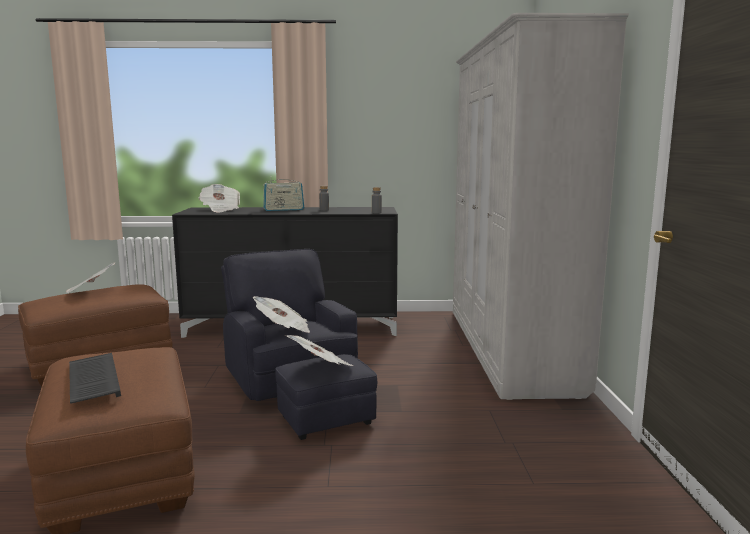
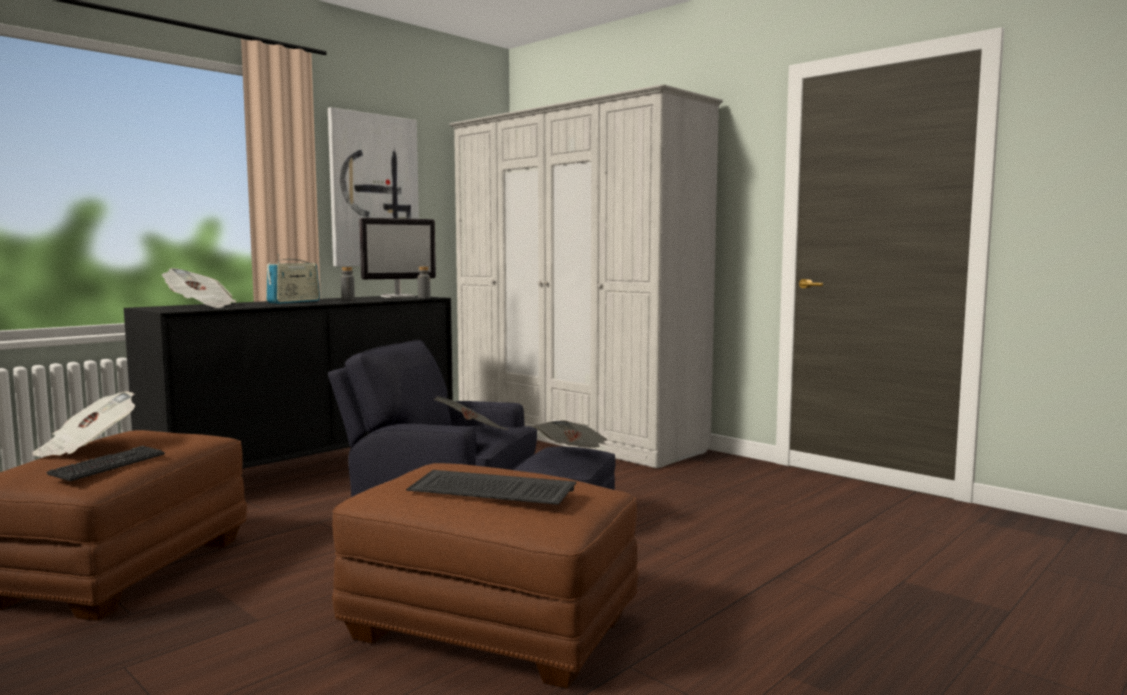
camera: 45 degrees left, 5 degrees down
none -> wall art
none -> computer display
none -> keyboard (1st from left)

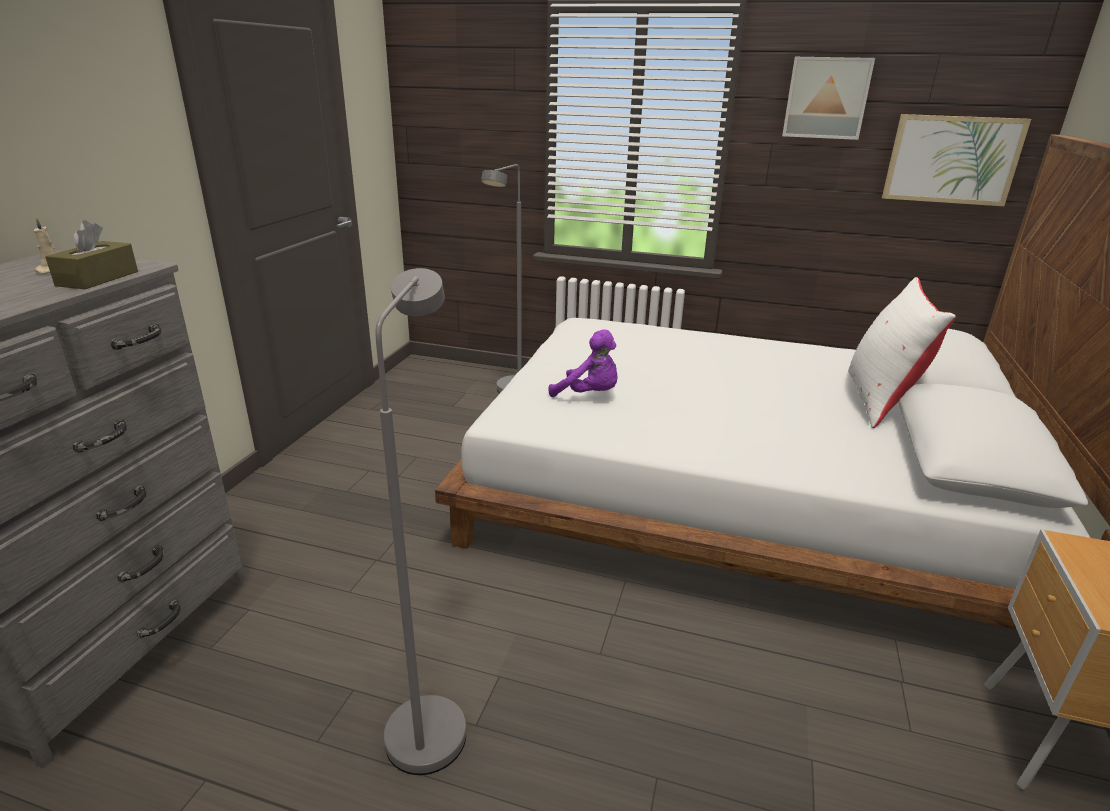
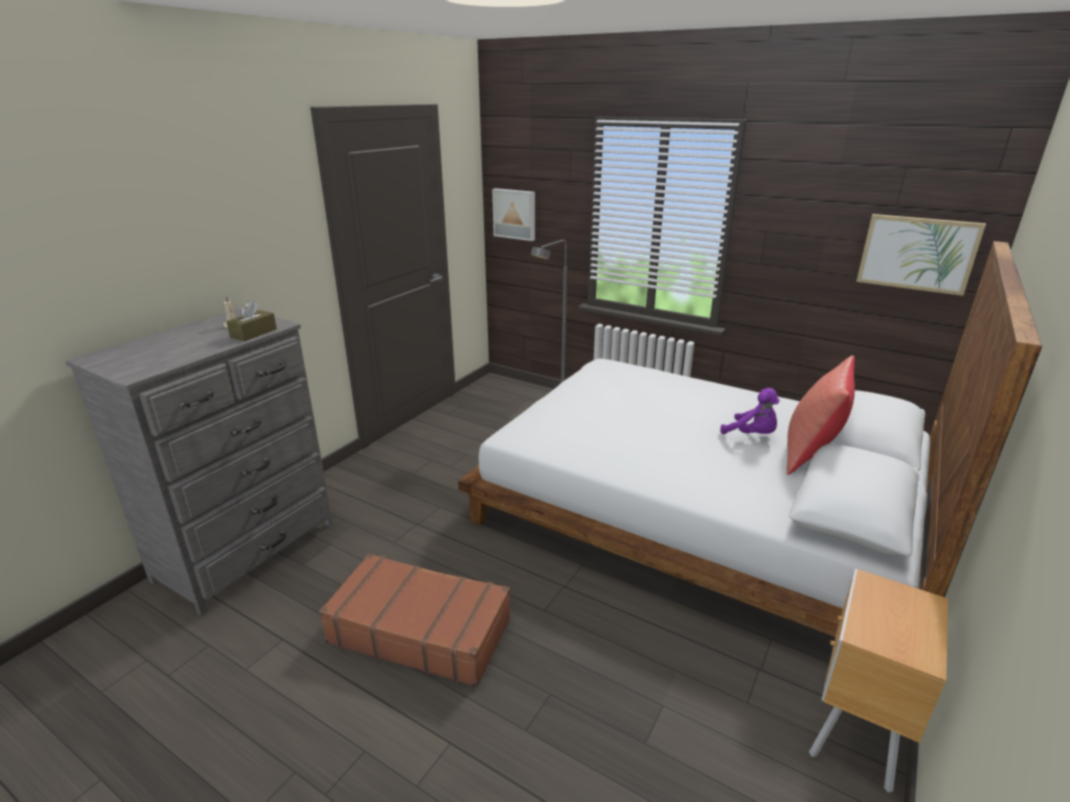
camera: 15 degrees right, 0 degrees up
wall art (1st from left), moved
greyish standing lamp (1st from left) -> brown piece of luggage
white pillow -> reddish pillow
purple cuddly toy, moved

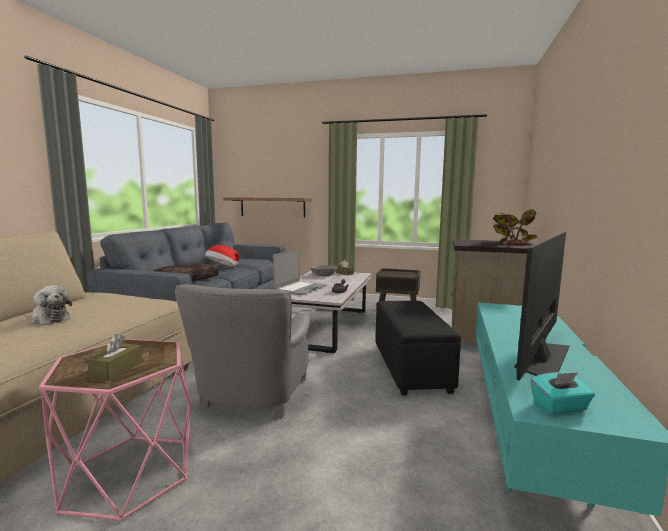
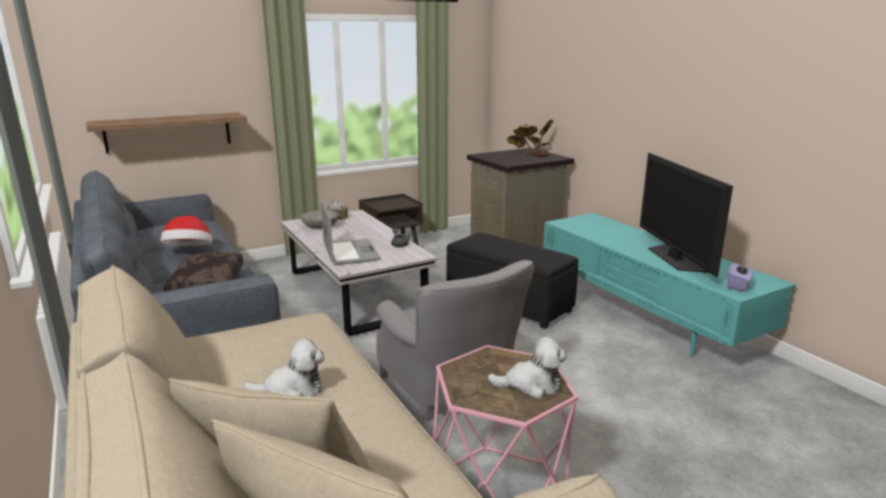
camera: 45 degrees left, 10 degrees up
brown tissue box (1st from left) -> cuddly toy (2nd from left)
turquoise tissue box -> purple tissue box

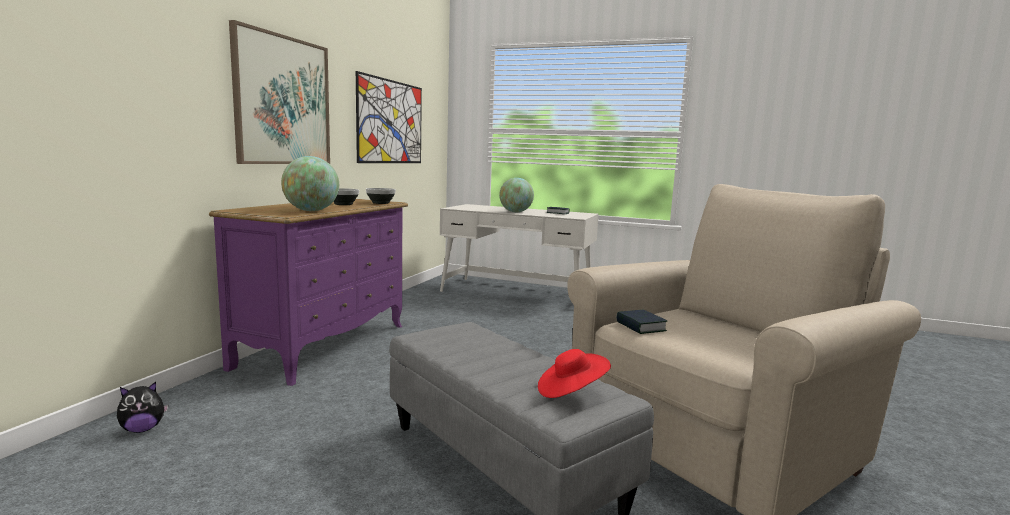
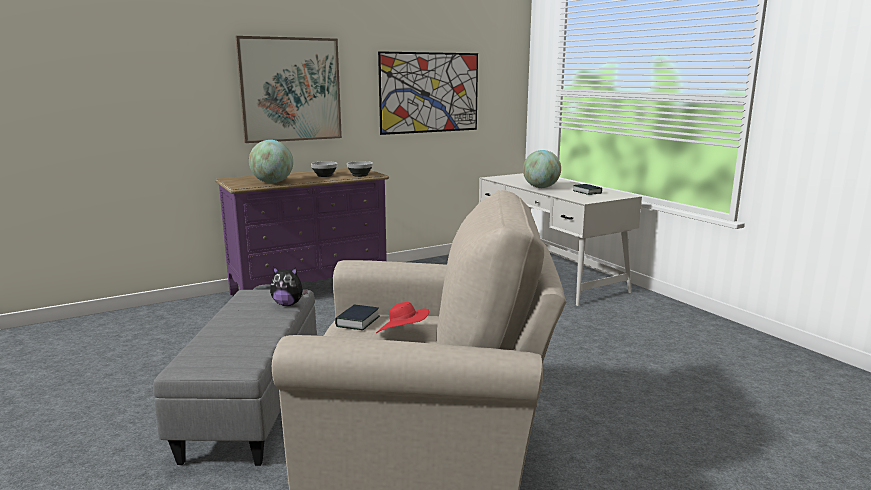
camera: 40 degrees right, 5 degrees up
reddish hat, moved
cuddly toy, moved

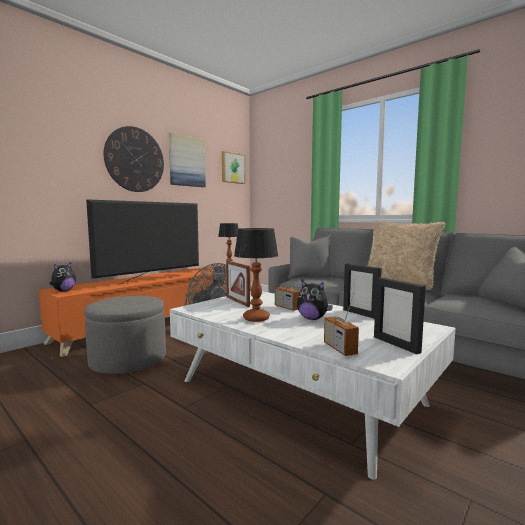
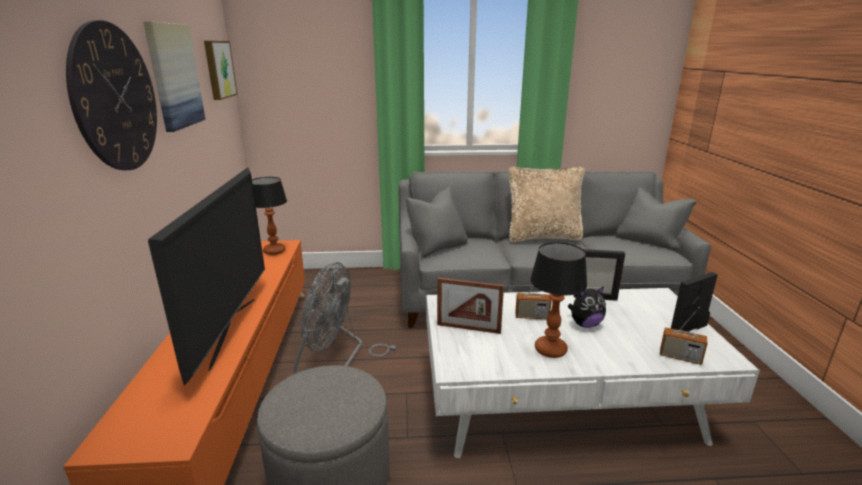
camera: 45 degrees left, 15 degrees up
cuddly toy (1st from left) -> none
standing frame (3rd from left), 135 degrees clockwise

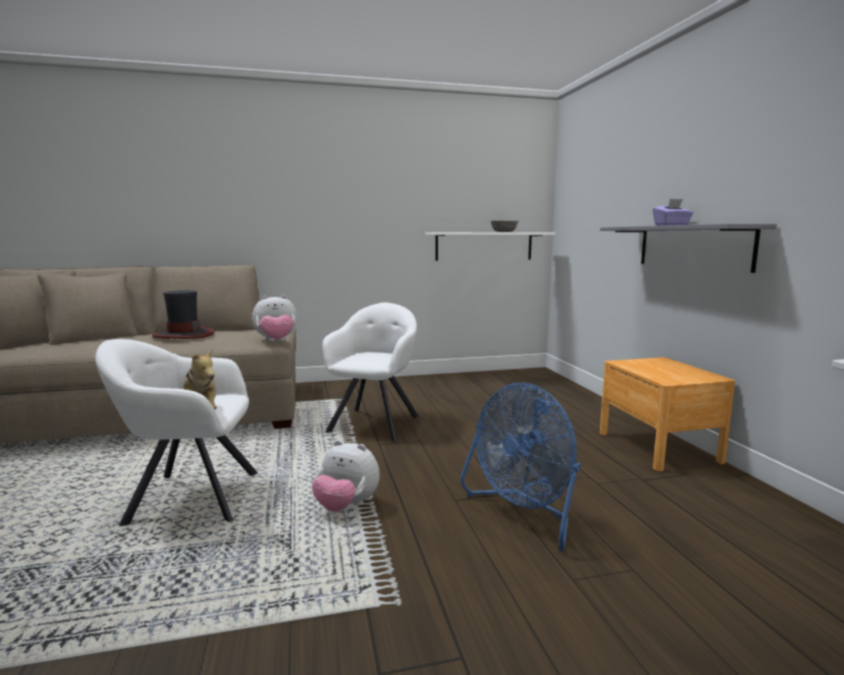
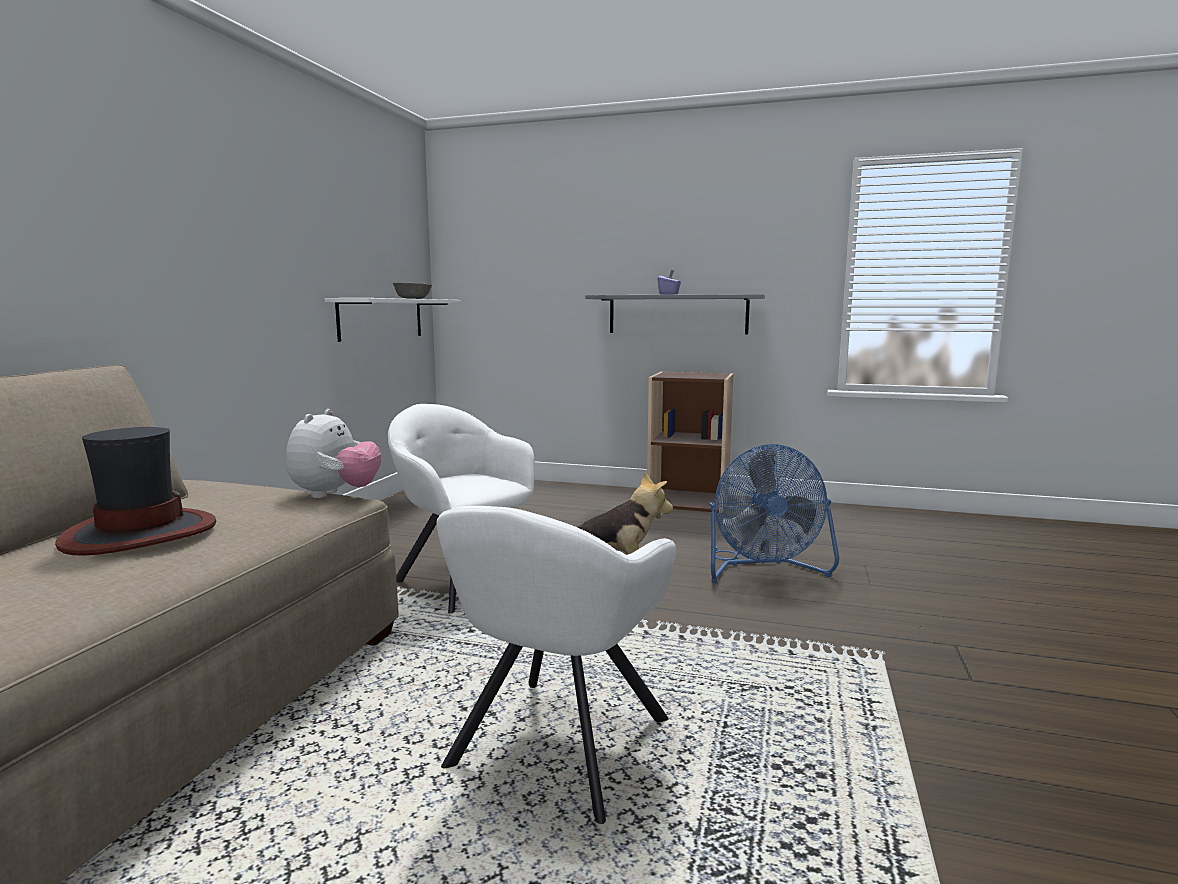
camera: 60 degrees left, 0 degrees up
brown bedside table -> brown shelving unit
cuddly toy (3rd from left) -> none

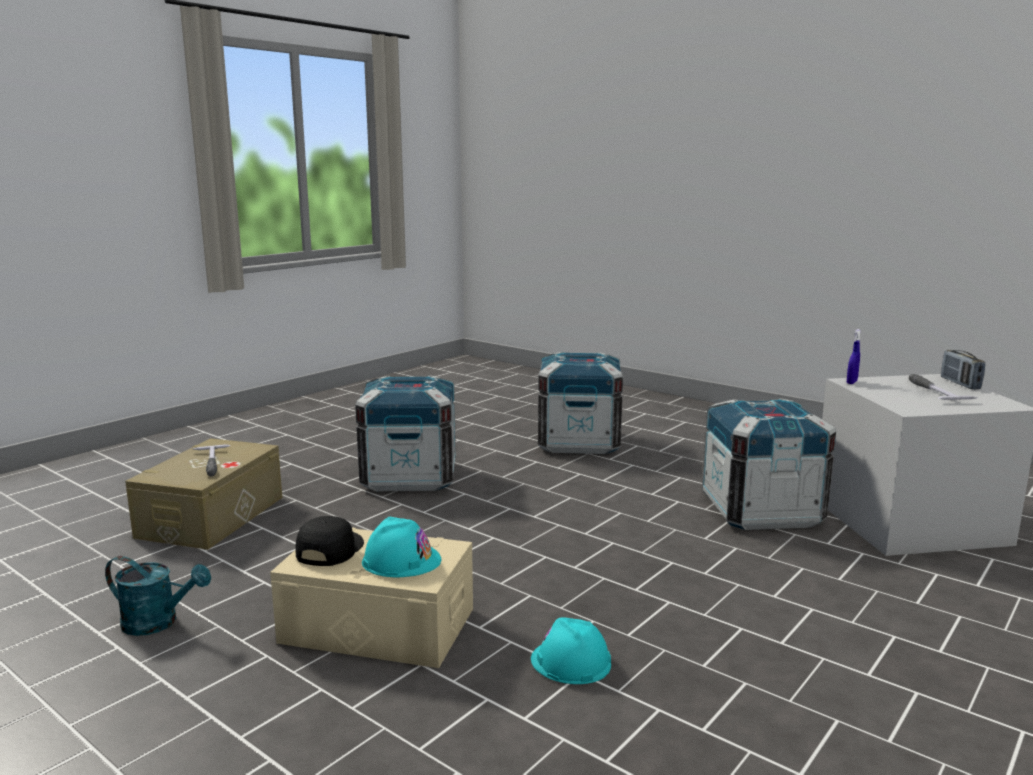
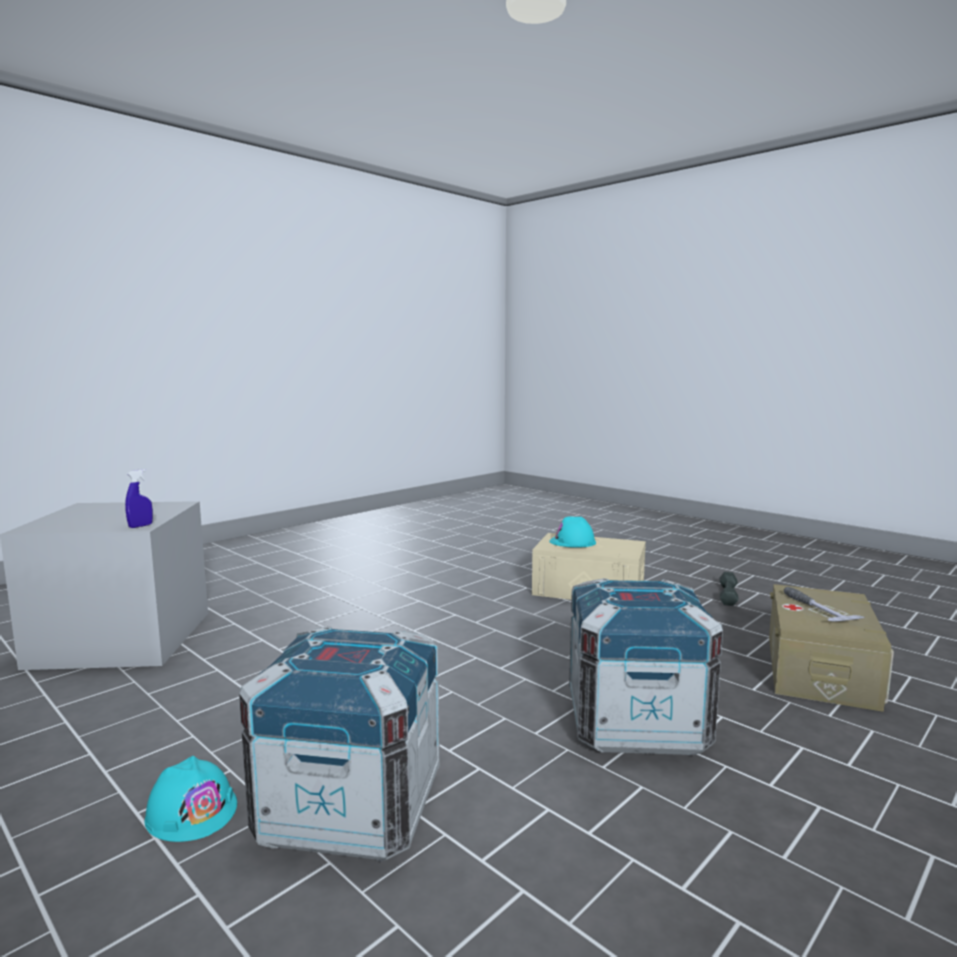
camera: 175 degrees left, 5 degrees down
radio -> none
hammer (2nd from left) -> none
shipping crate (3rd from left) -> none
blackish cap -> none
turquoise watering pot -> greyish hand weight
turquoise safety helmet (2nd from left in the first image) -> turquoise safety helmet (1st from left), moved

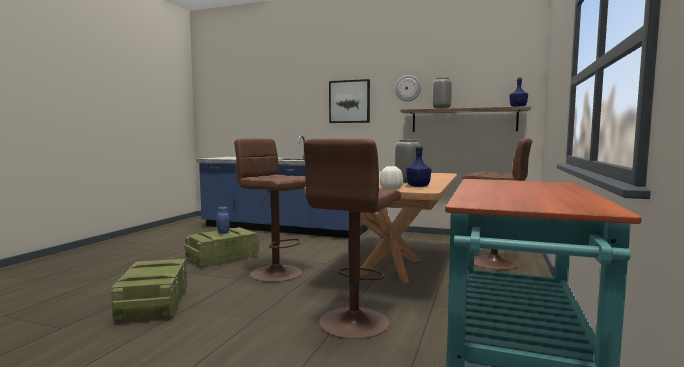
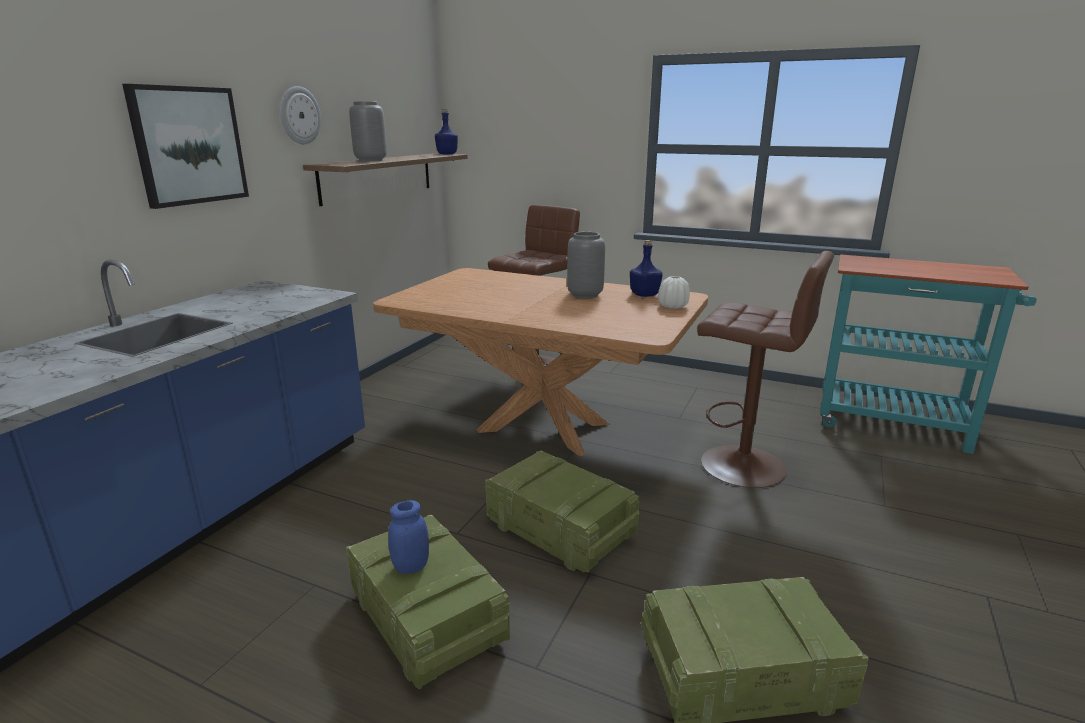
camera: 85 degrees left, 15 degrees up
brown stool seat (1st from left) -> shipping crate (2nd from left)

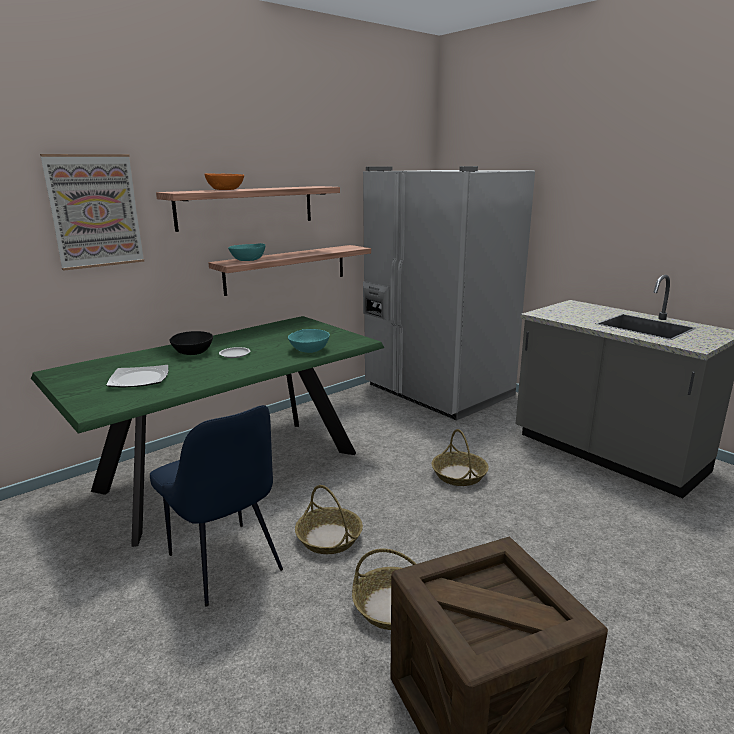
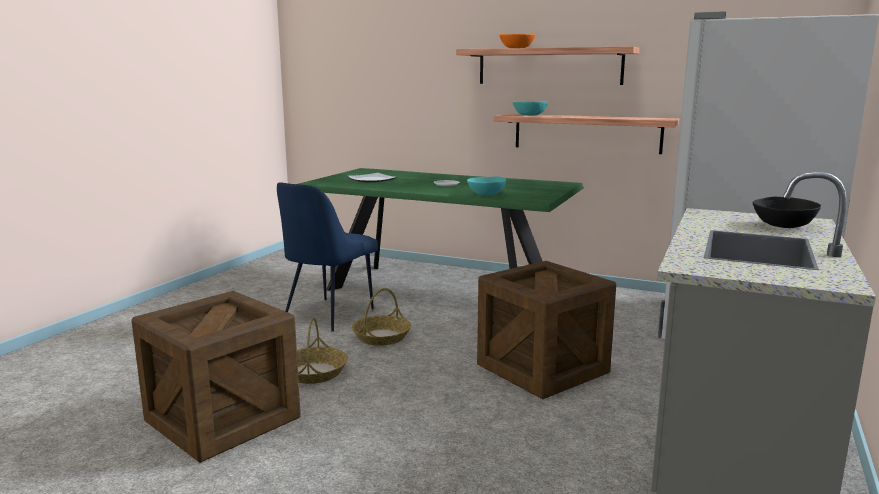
camera: 65 degrees right, 5 degrees down
wall art -> none
blackish bowl, moved
storage basket (3rd from left) -> shipping crate (2nd from left)

